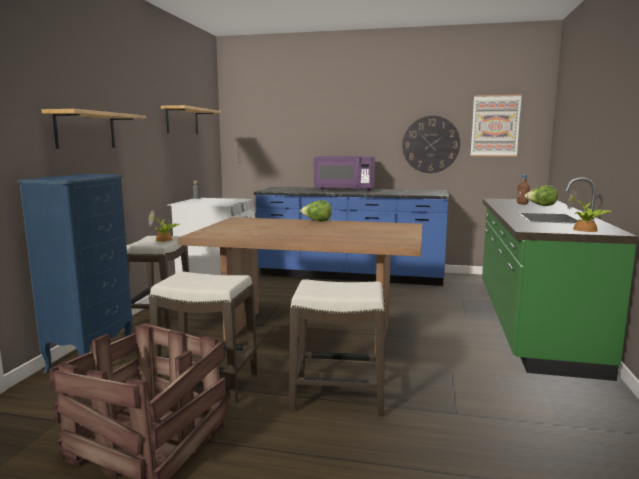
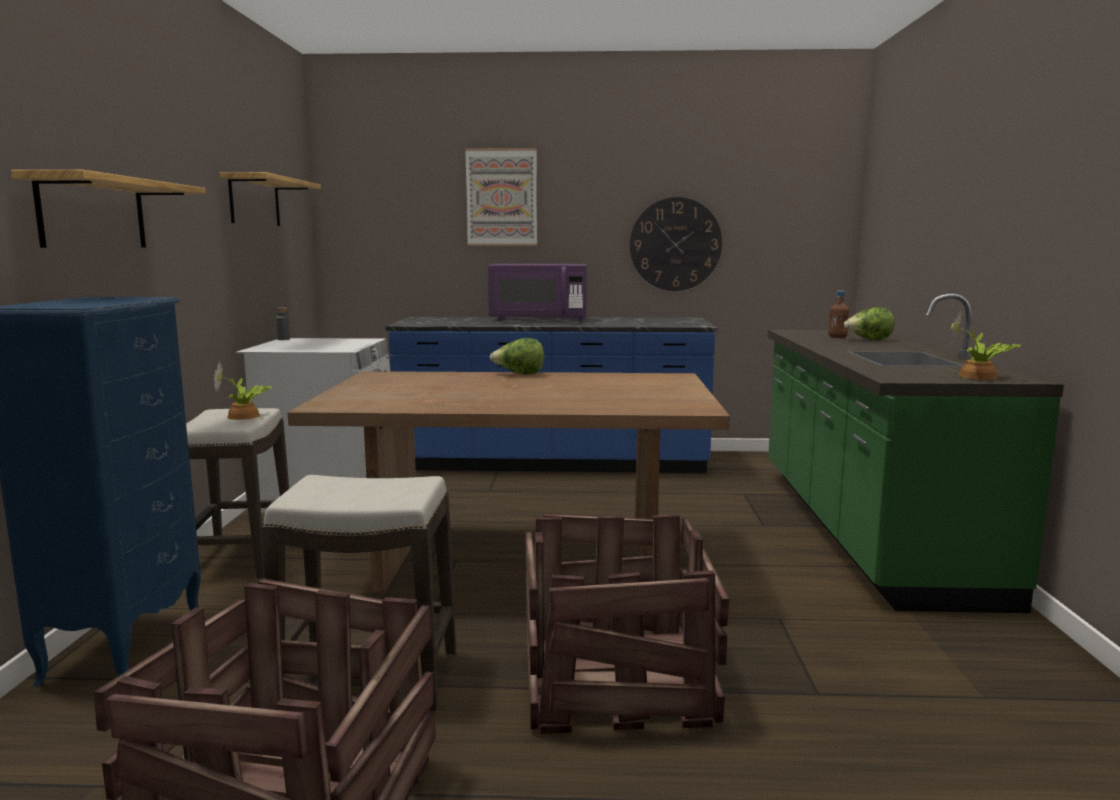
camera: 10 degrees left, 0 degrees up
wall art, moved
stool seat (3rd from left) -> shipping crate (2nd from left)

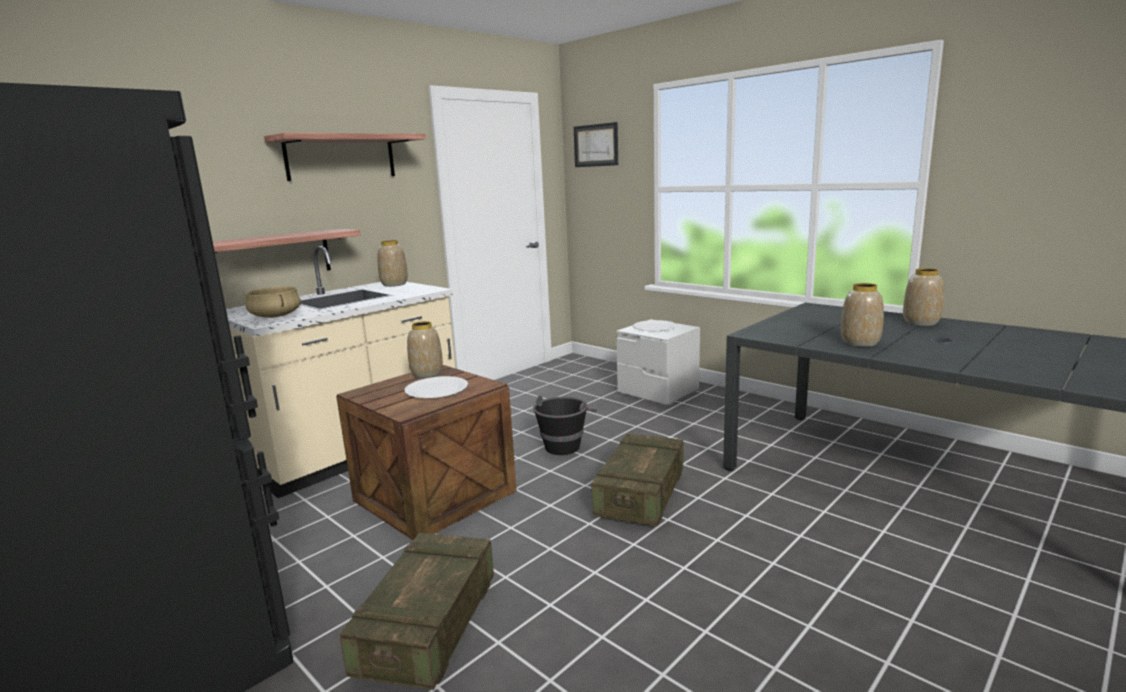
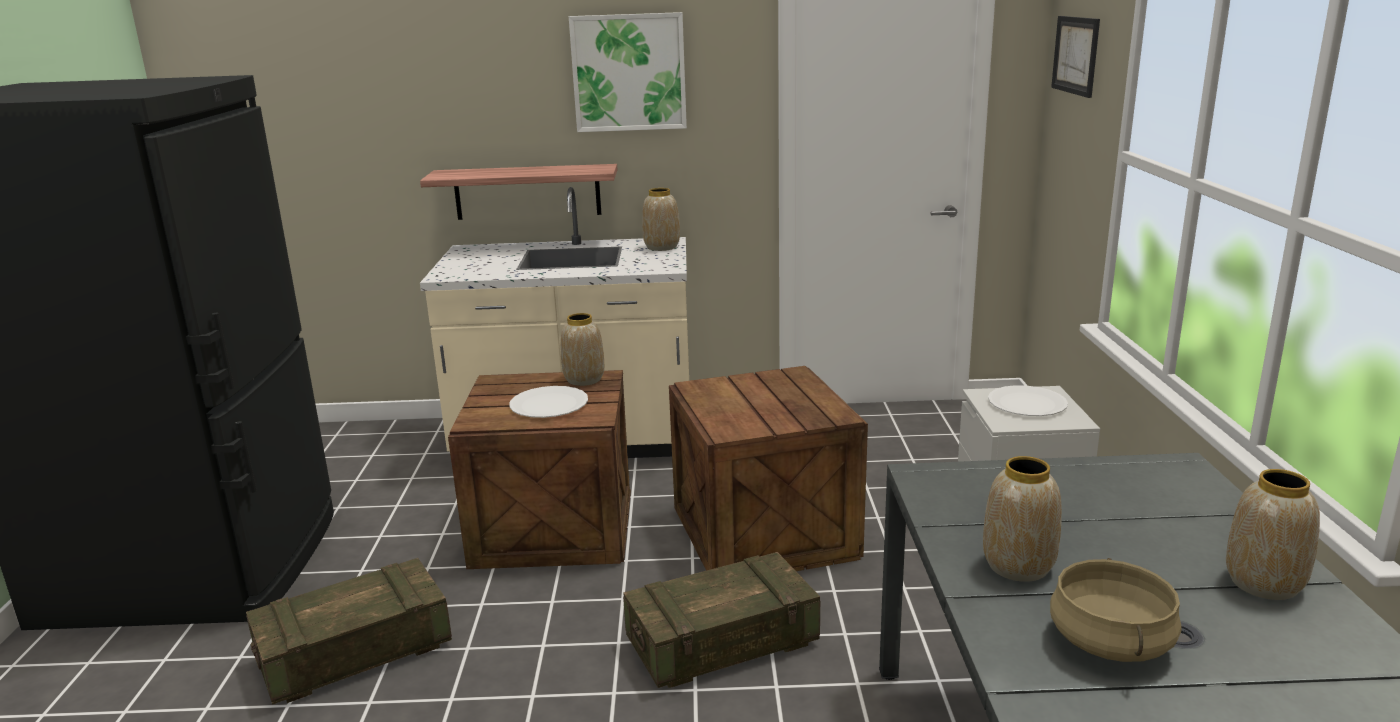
camera: 45 degrees right, 5 degrees up
bracket shelf (2nd from left) -> wall art (1st from left)
beige saucepot, moved
blackish water bucket -> shipping crate (4th from left)

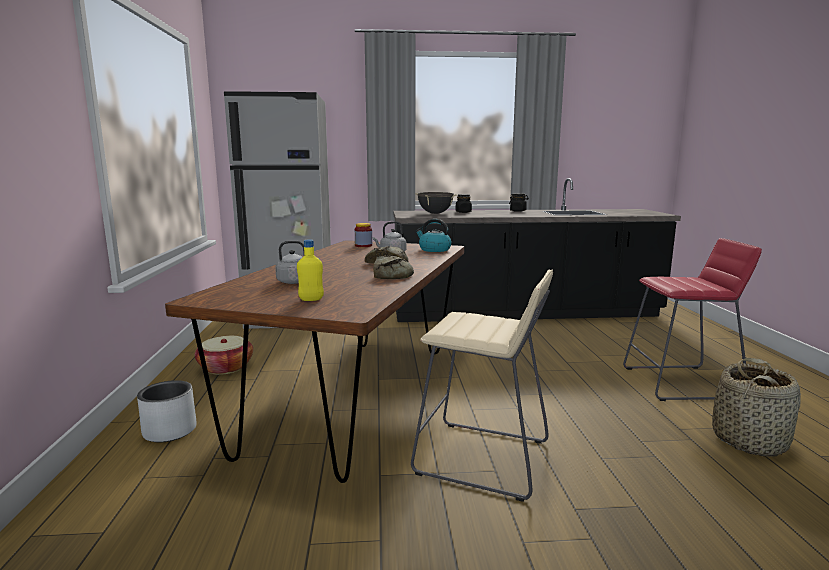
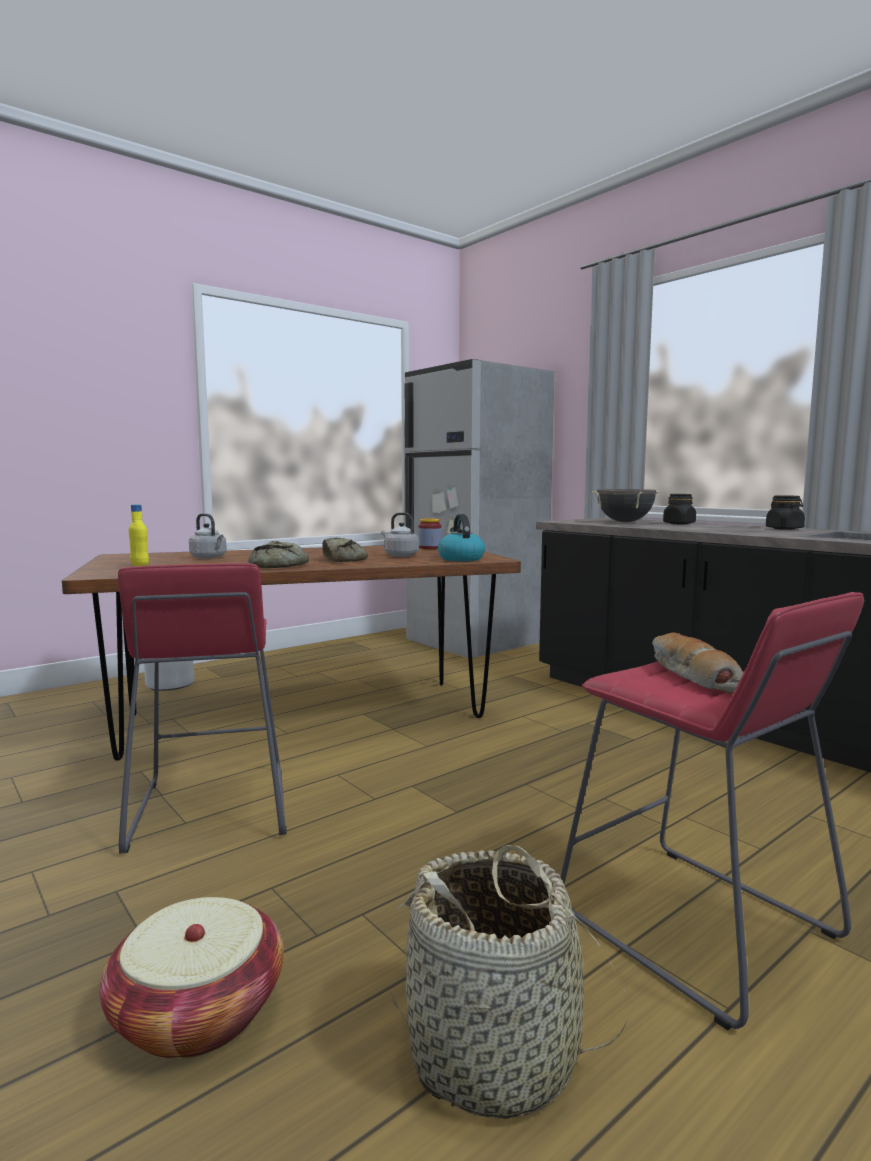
camera: 55 degrees right, 5 degrees down
beige stool seat -> reddish stool seat (1st from left)
storage basket (1st from left), moved
none -> baked bread (3rd from left)

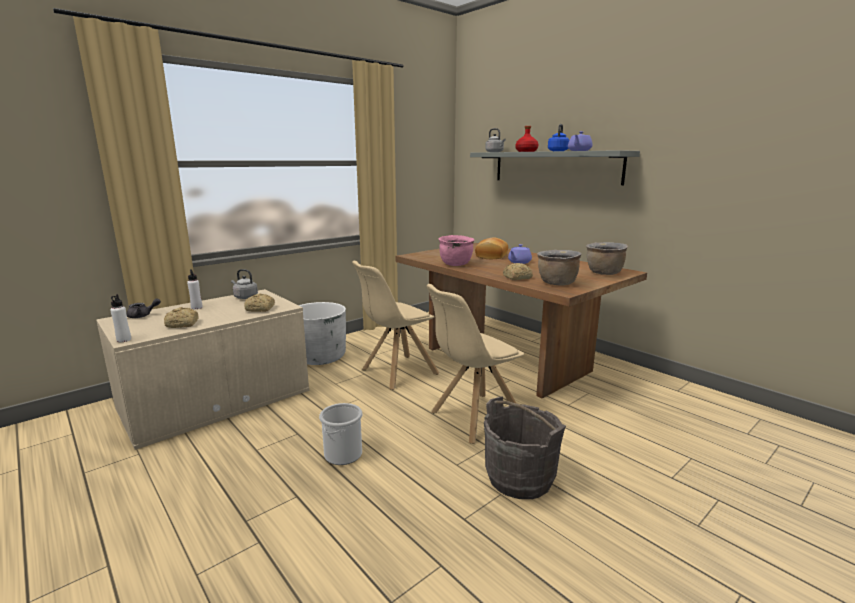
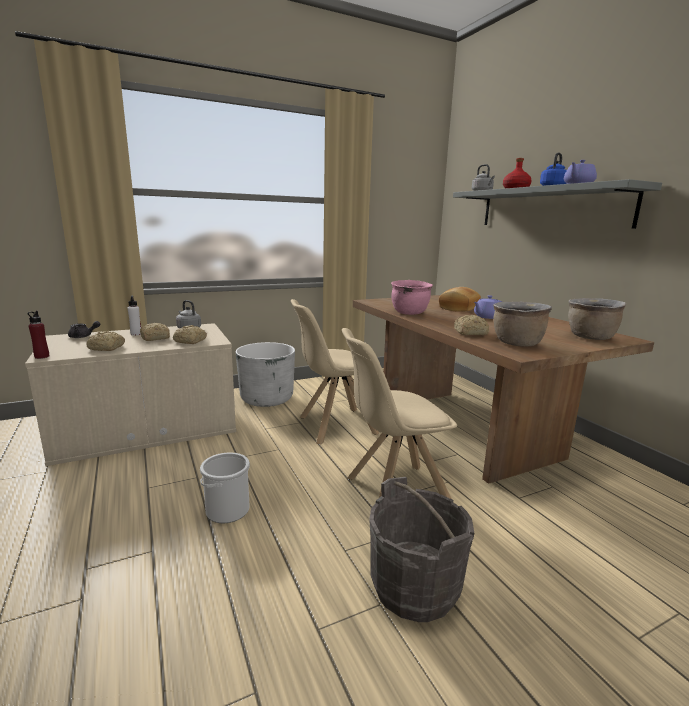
camera: 15 degrees right, 0 degrees up
white bottle (1st from left) -> reddish bottle (1st from left)
none -> baked bread (2nd from left)

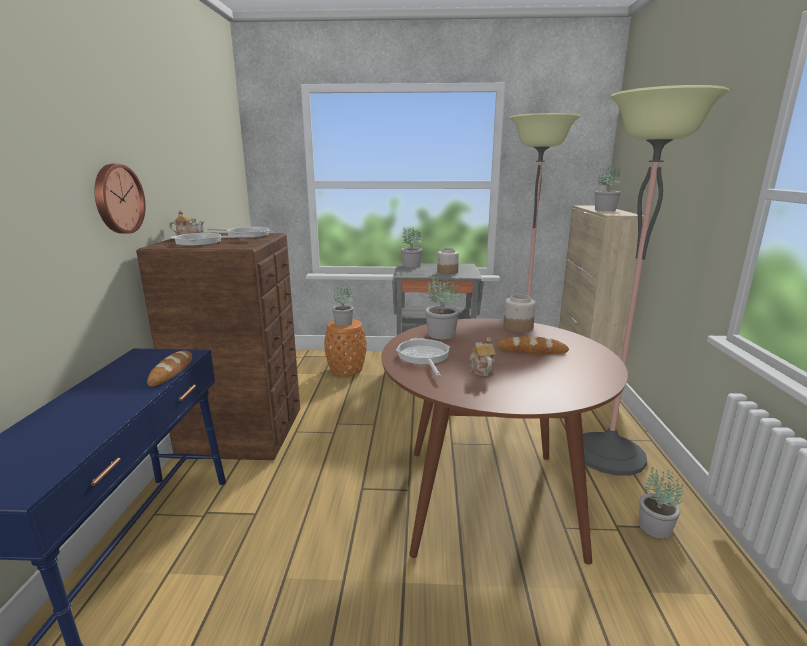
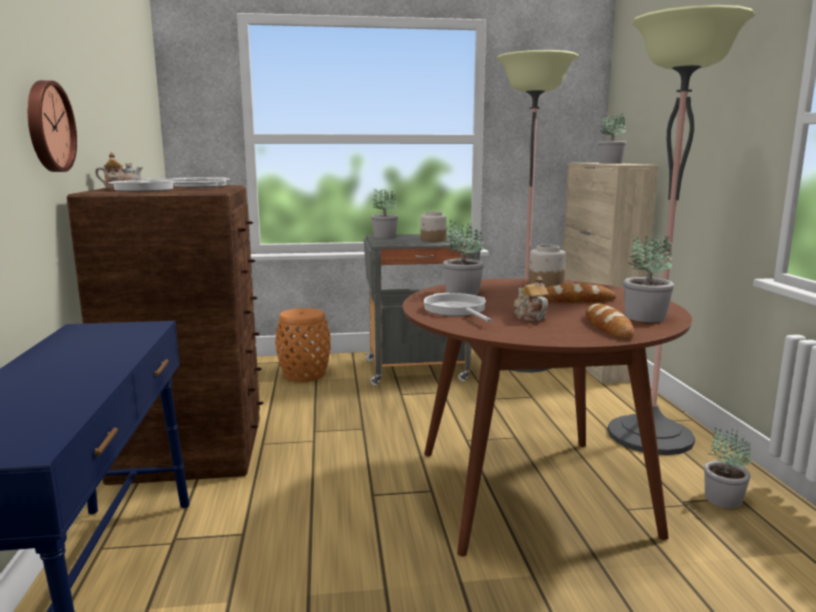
camera: 10 degrees left, 5 degrees down
plant in a pot (1st from left in the first image) -> plant in a pot (4th from left), moved
baked bread (1st from left in the first image) -> baked bread (2nd from left), moved

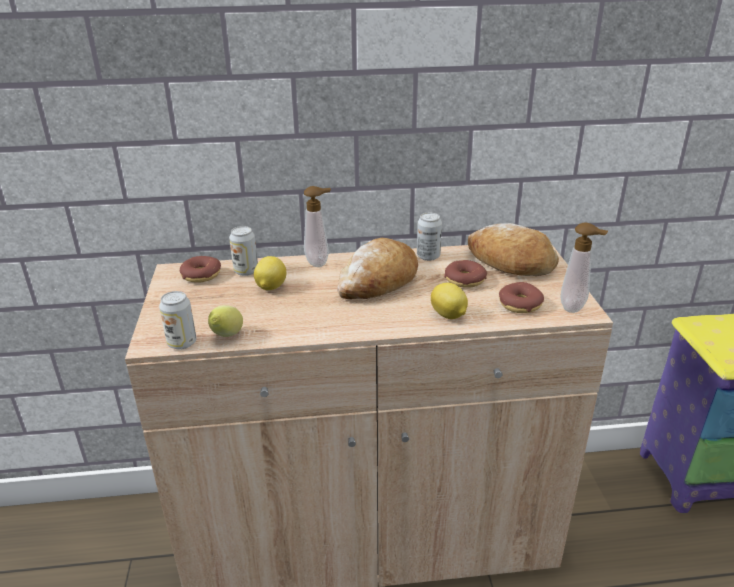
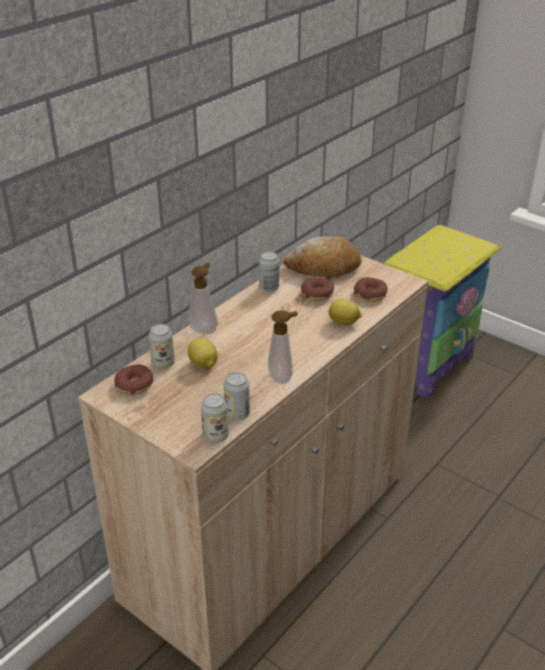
camera: 45 degrees left, 5 degrees up
soap bottle (2nd from left), moved
baked bread (1st from left) -> none
citrus fruit (1st from left) -> sealed can (3rd from left)

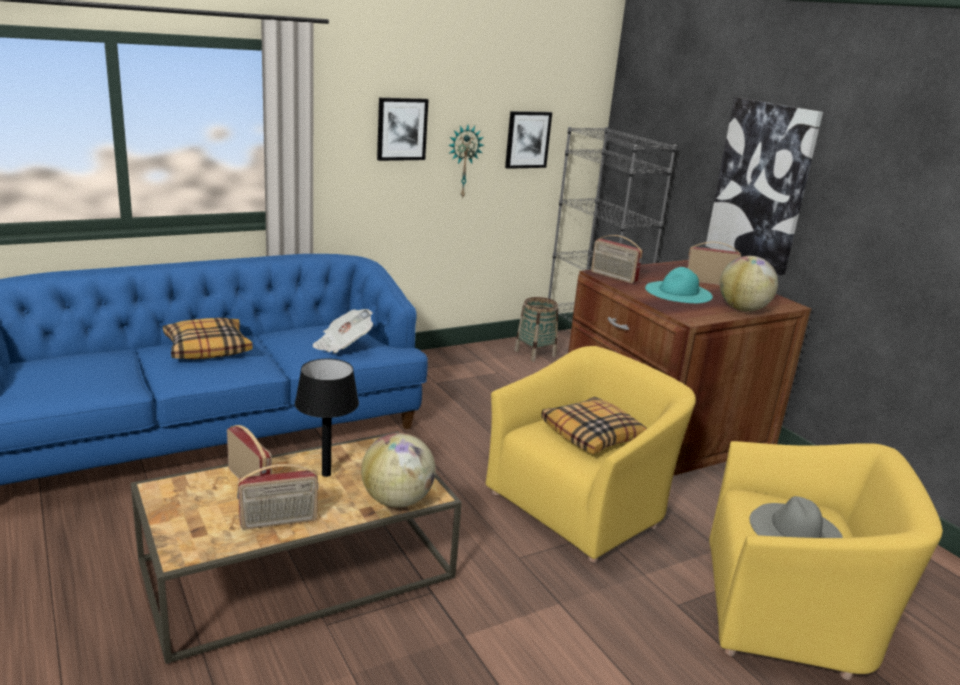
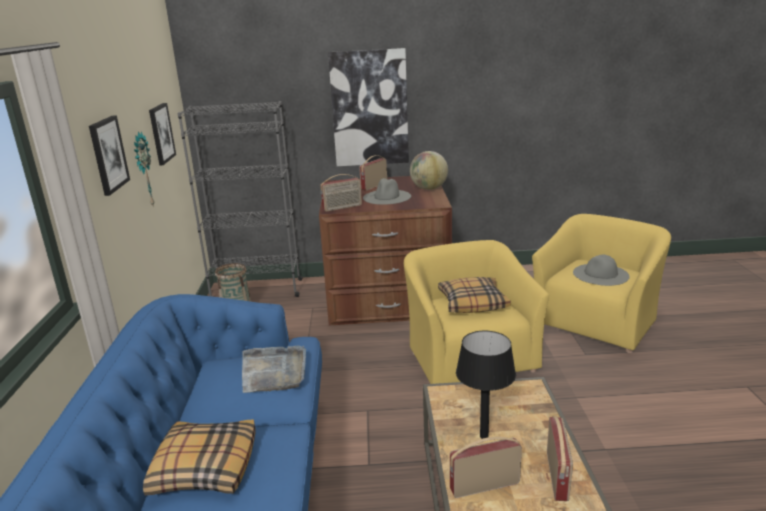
camera: 60 degrees left, 0 degrees up
turquoise hat -> greyish hat (1st from left)
printed paper -> greyish carrying tray
desk globe (1st from left) -> none

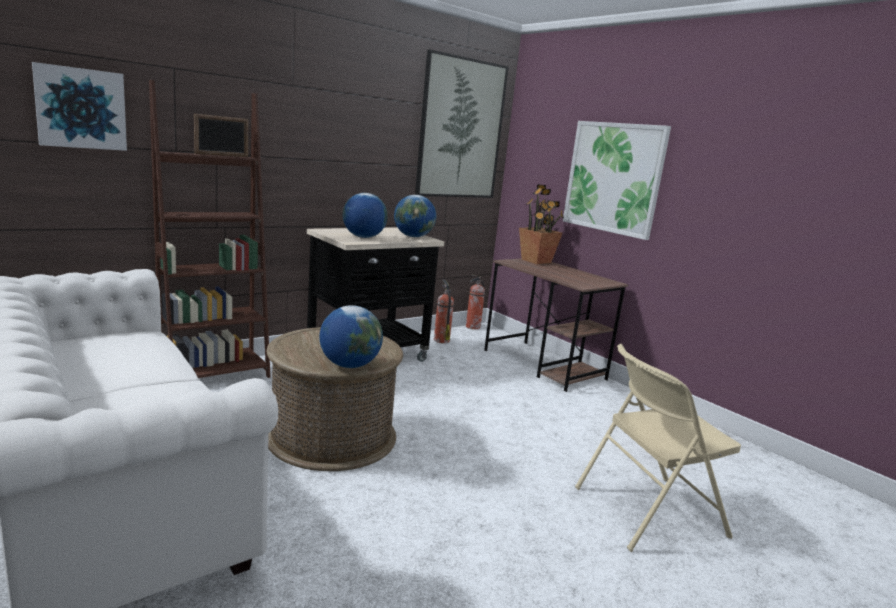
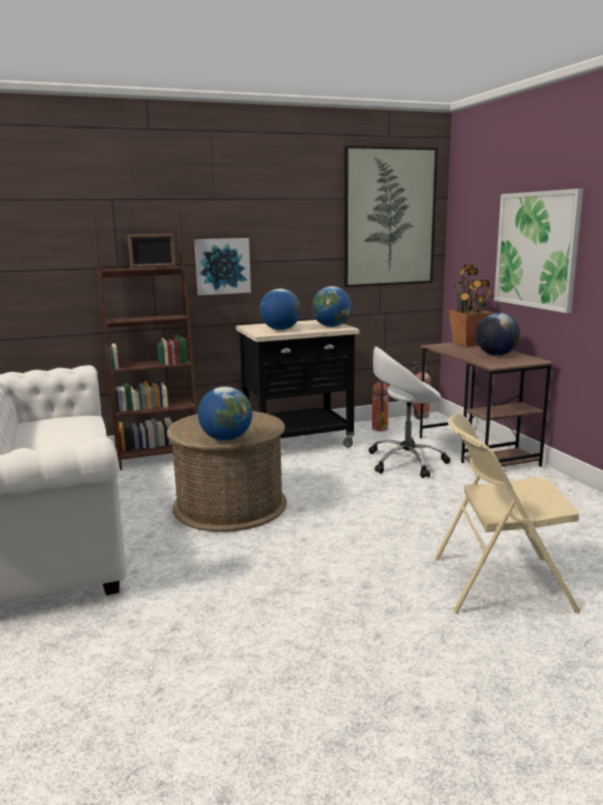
camera: 20 degrees right, 0 degrees up
wall art (1st from left), moved
none -> desk globe (4th from left)
none -> white desk chair

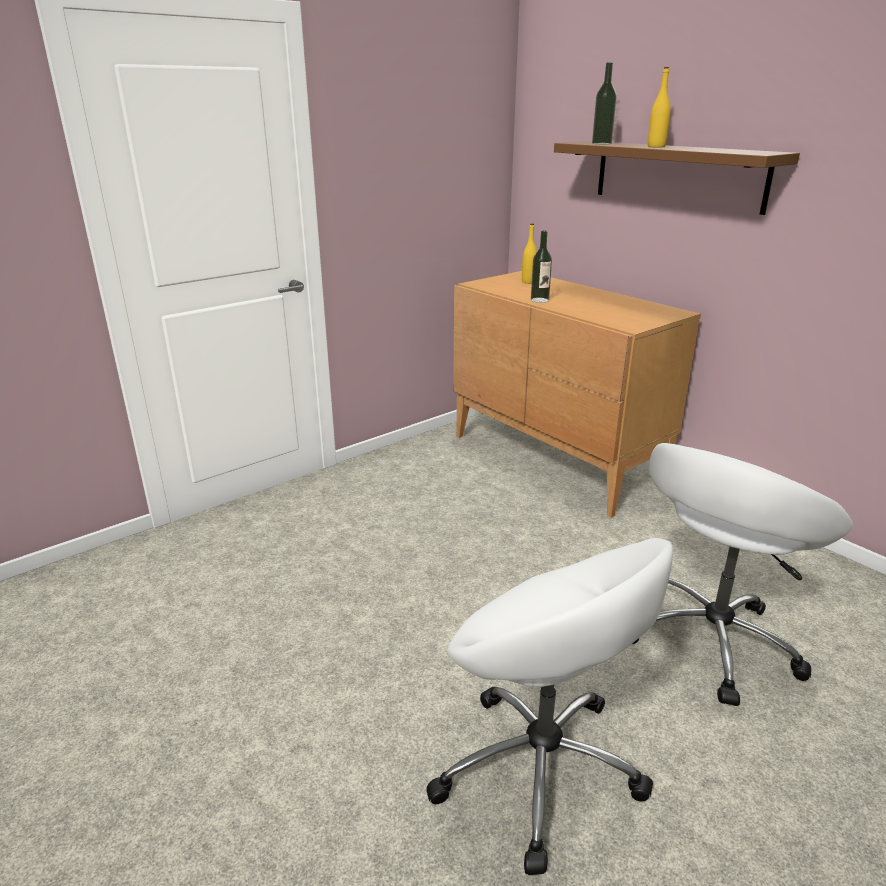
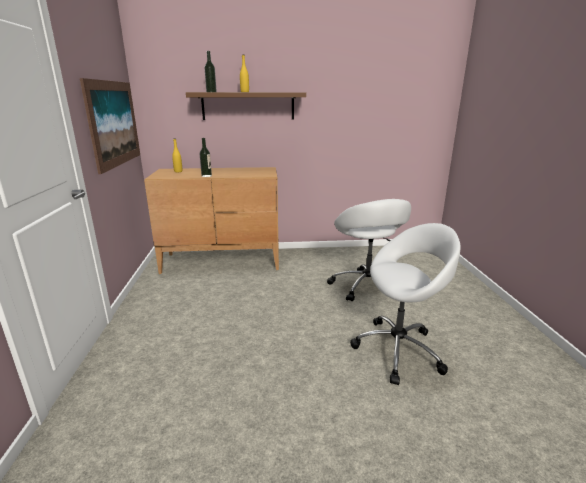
camera: 55 degrees left, 5 degrees down
none -> wall art

